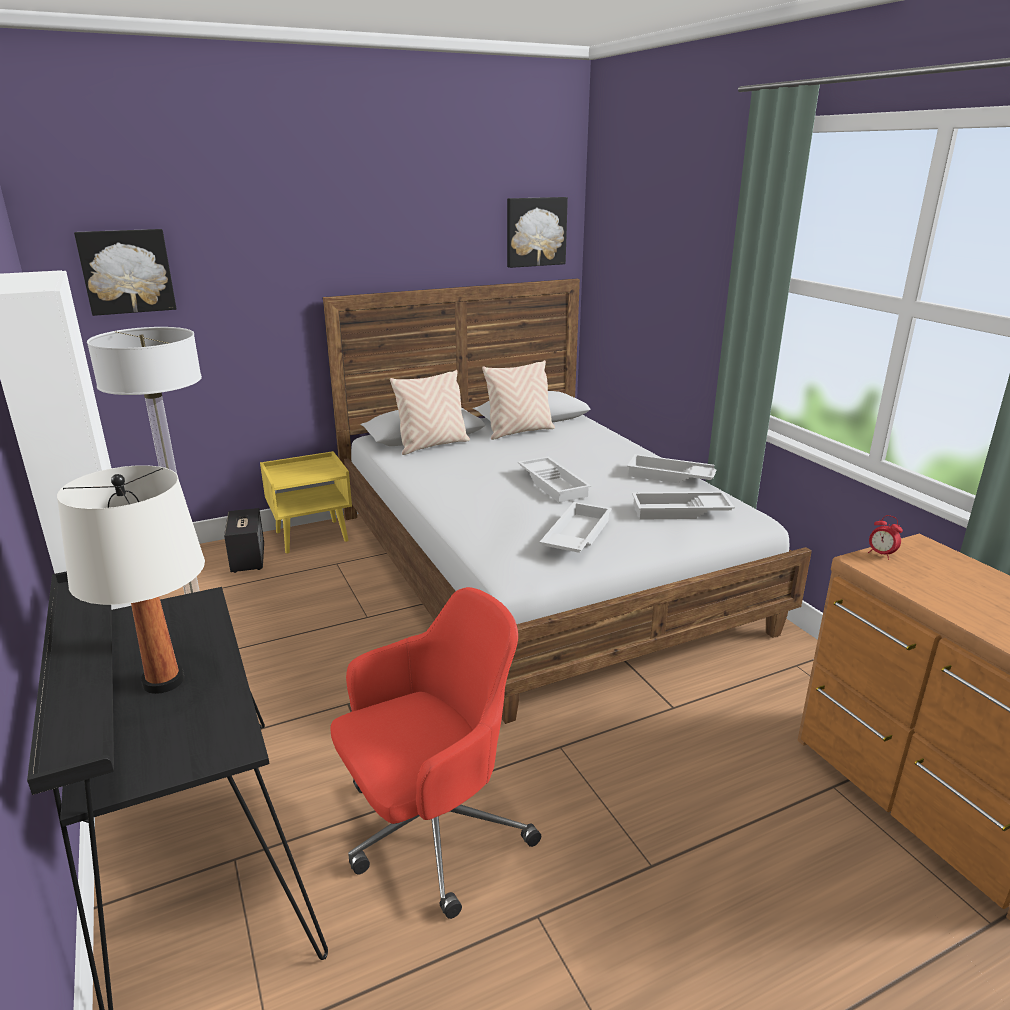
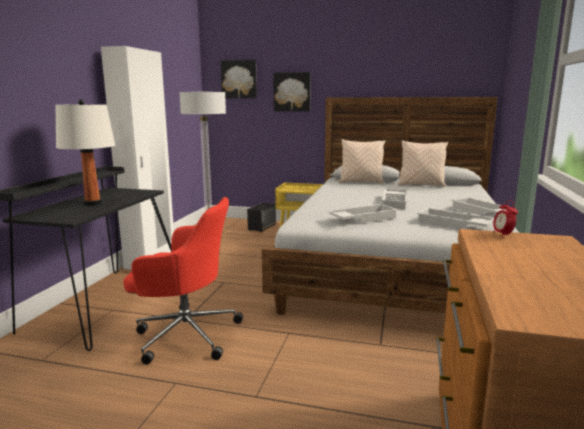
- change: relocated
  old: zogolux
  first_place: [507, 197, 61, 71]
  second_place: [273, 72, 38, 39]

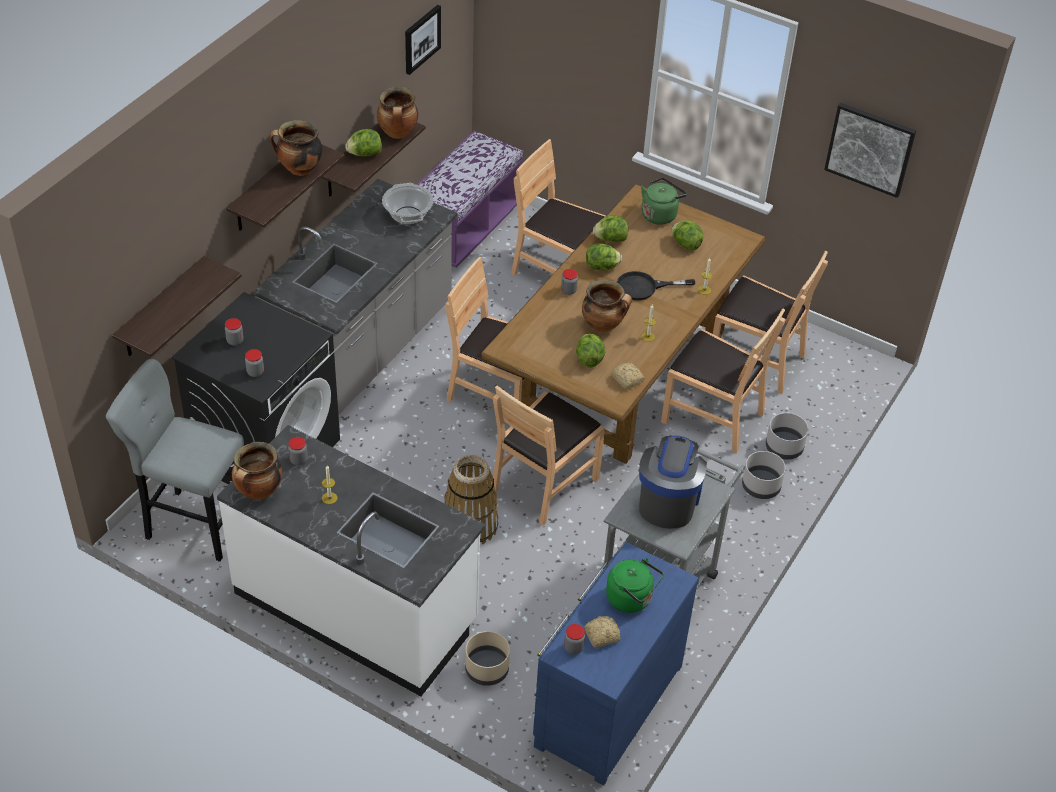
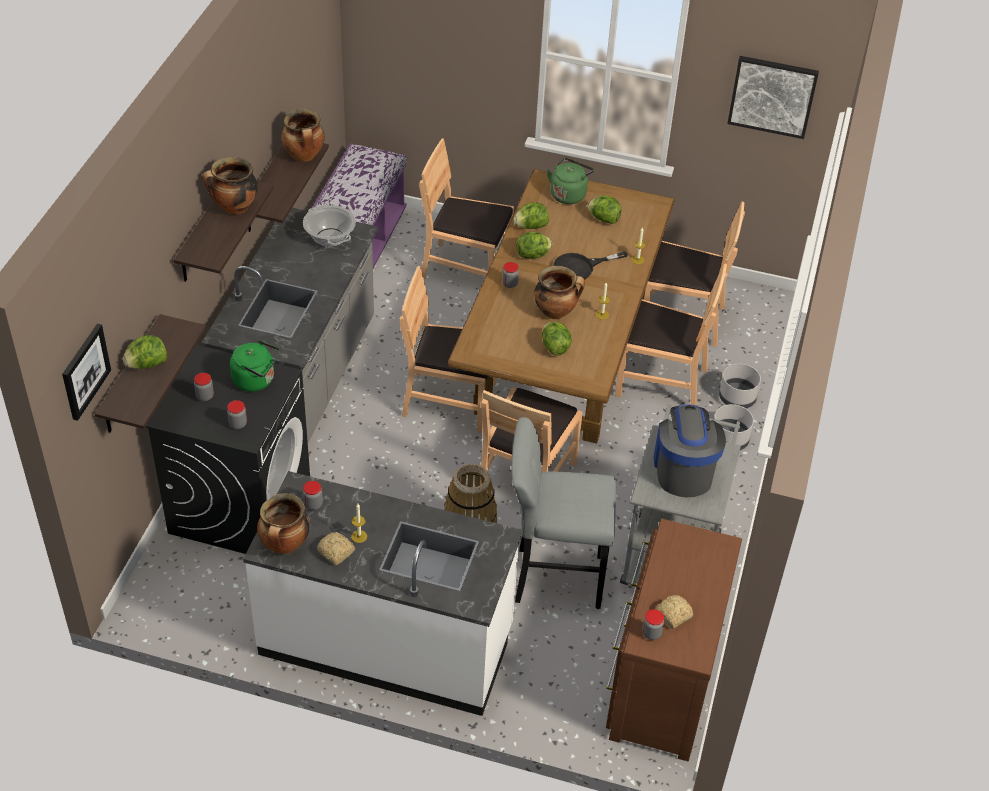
- change: relocated
  old: zogolux
  first_place: [405, 5, 36, 70]
  second_place: [62, 324, 49, 97]
- change: relocated
  old: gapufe
  first_place: [345, 129, 37, 27]
  second_place: [123, 335, 44, 34]
- change: relocated
  old: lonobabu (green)
  first_place: [606, 558, 58, 55]
  second_place: [230, 340, 50, 52]
- change: relocated
  old: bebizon
  first_place: [612, 363, 33, 26]
  second_place: [317, 532, 38, 33]
- change: relocated
  old: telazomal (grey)
  first_place: [106, 359, 138, 203]
  second_place: [511, 417, 105, 192]
- change: colour
  old: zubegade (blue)
  new: zubegade (brown)
  first_place: [533, 542, 166, 243]
  second_place: [606, 519, 136, 242]
- change: missing
  old: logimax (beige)
  first_place: [465, 631, 45, 55]

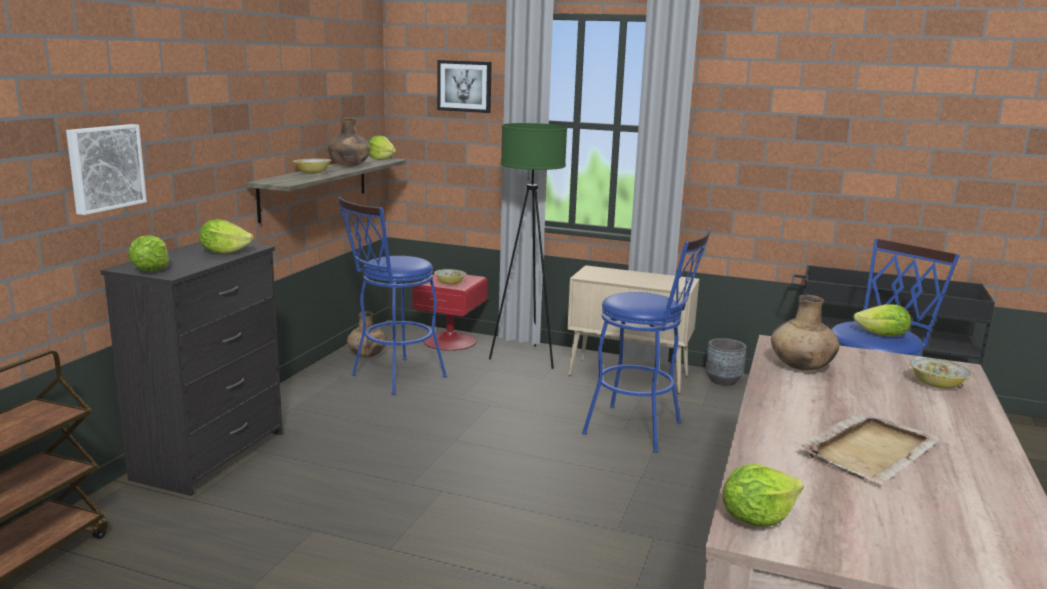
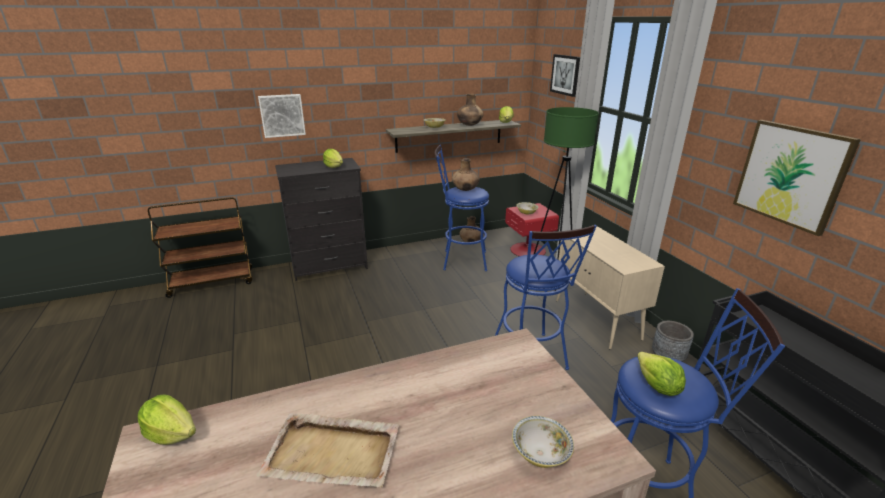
- change: relocated
  old: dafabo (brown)
  first_place: [771, 295, 68, 76]
  second_place: [452, 158, 28, 33]
- change: appeared
  new: zogolux
  second_place: [733, 120, 128, 116]
- change: missing
  old: gapufe
  first_place: [128, 235, 41, 36]

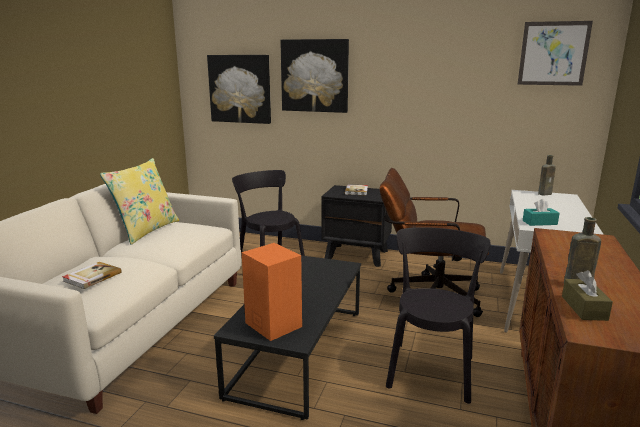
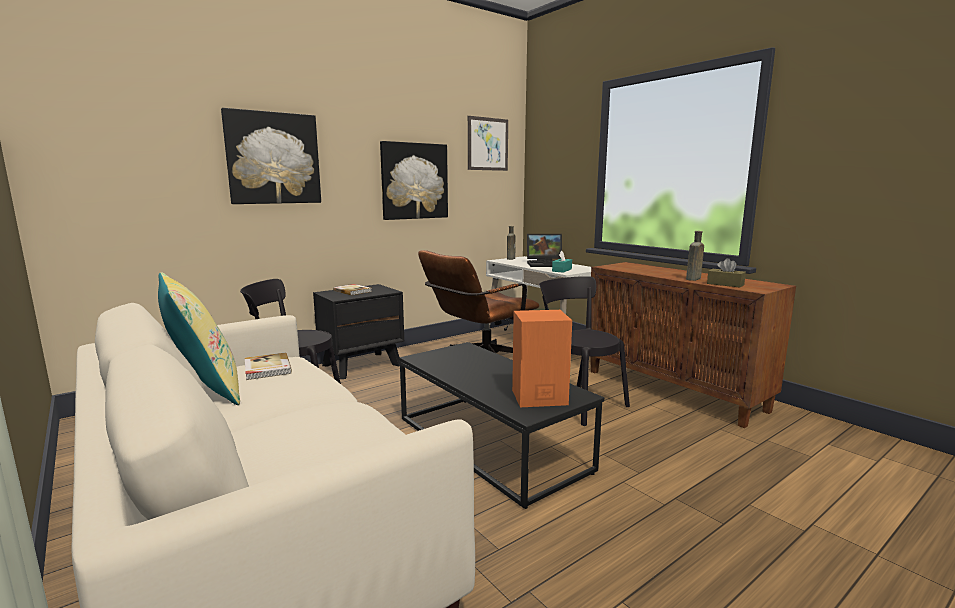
- change: relocated
  old: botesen
  first_place: [62, 262, 60, 27]
  second_place: [245, 352, 47, 28]
- change: relocated
  old: zogolux
  first_place: [207, 55, 64, 69]
  second_place: [380, 141, 68, 79]
- change: appeared
  new: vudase
  second_place: [527, 233, 35, 34]

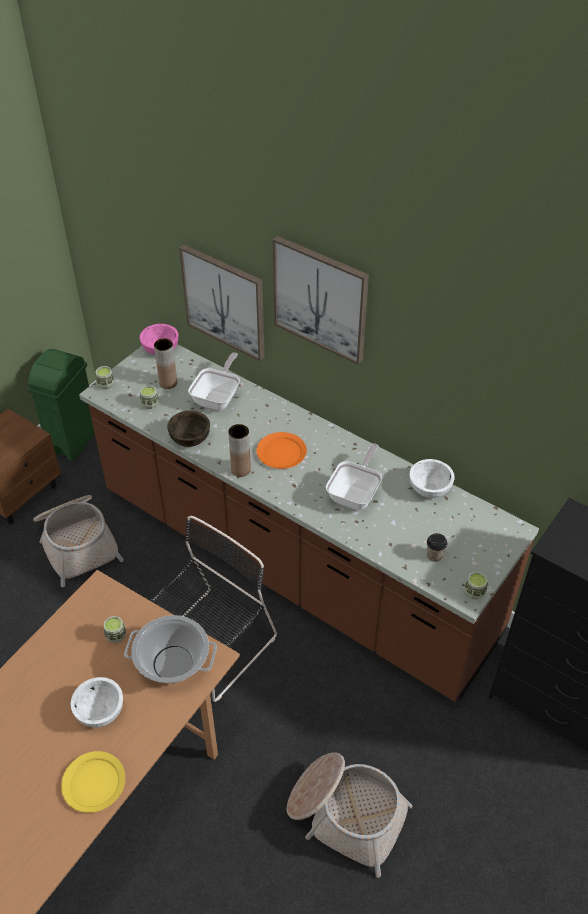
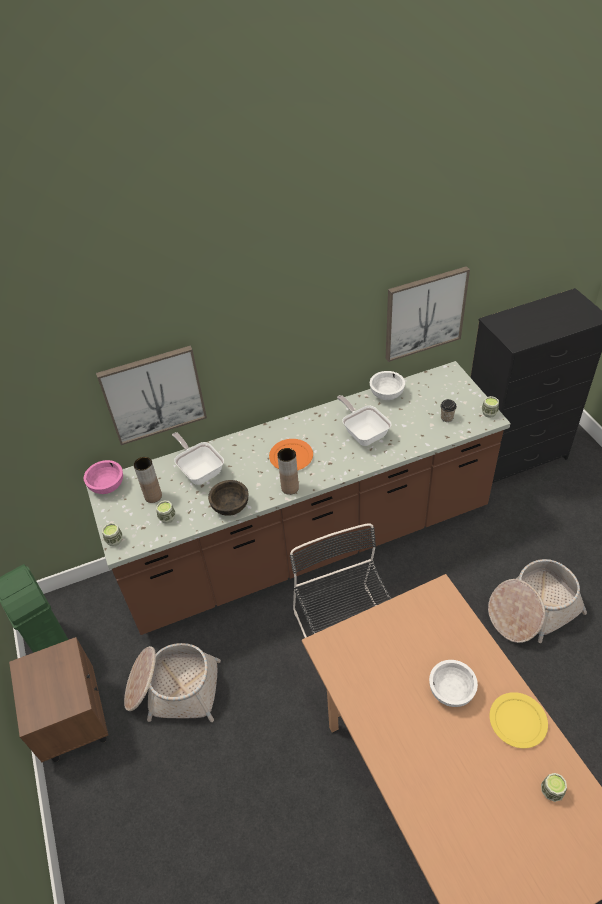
- change: relocated
  old: zogolux
  first_place: [273, 236, 96, 129]
  second_place: [386, 266, 84, 96]
- change: relocated
  old: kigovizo
  first_place: [104, 616, 22, 27]
  second_place: [541, 773, 26, 29]
- change: missing
  old: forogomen
  first_place: [124, 615, 93, 68]

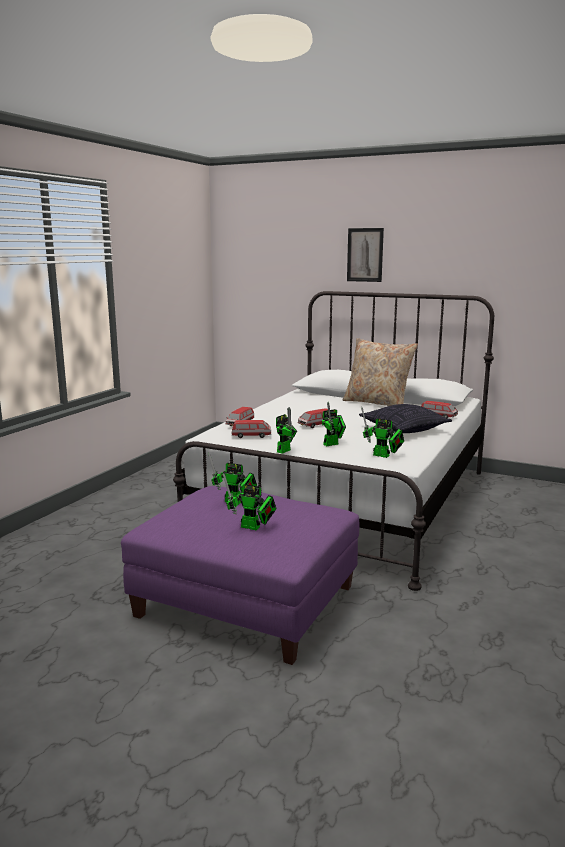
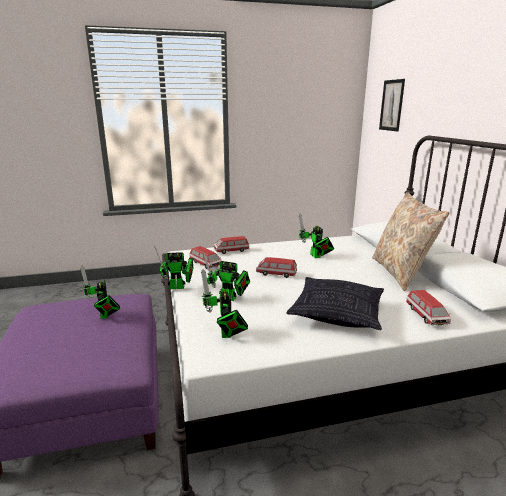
- change: relocated
  old: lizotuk
  first_place: [223, 473, 54, 57]
  second_place: [299, 214, 35, 44]
- change: relocated
  old: zogolux
  first_place: [347, 228, 37, 54]
  second_place: [379, 79, 26, 52]

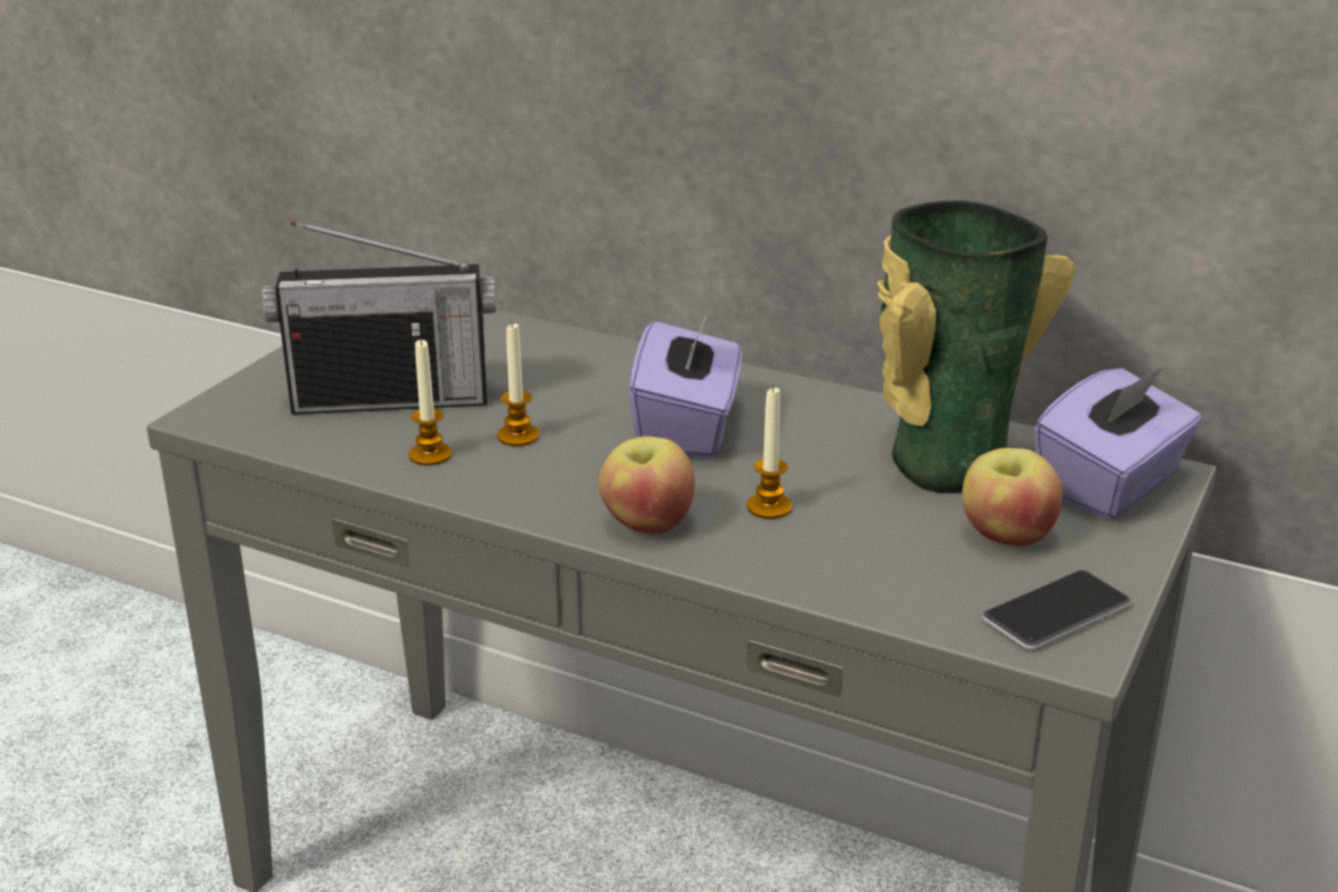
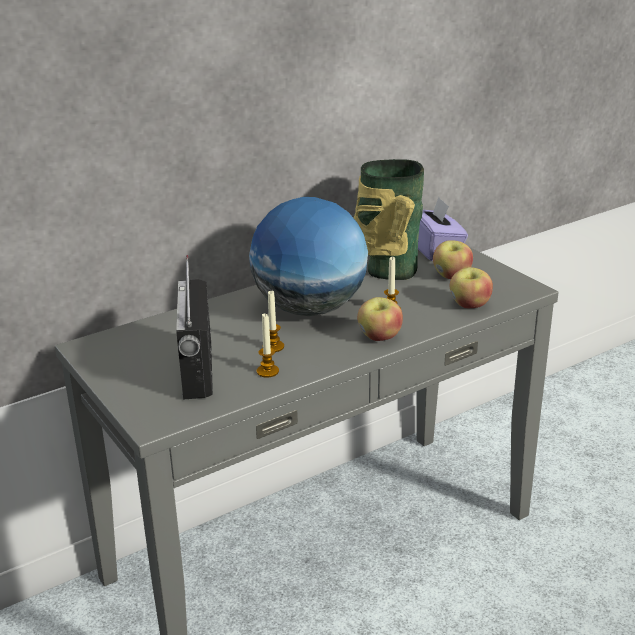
- change: spun
  old: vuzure
  first_place: [262, 221, 234, 193]
  second_place: [176, 255, 37, 145]
  degrees: 150
- change: exchanged
  old: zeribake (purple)
  new: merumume
  first_place: [629, 308, 113, 150]
  second_place: [249, 197, 119, 119]
- change: appeared
  new: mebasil
  second_place: [450, 267, 43, 41]
- change: missing
  old: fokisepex
  first_place: [983, 570, 148, 80]

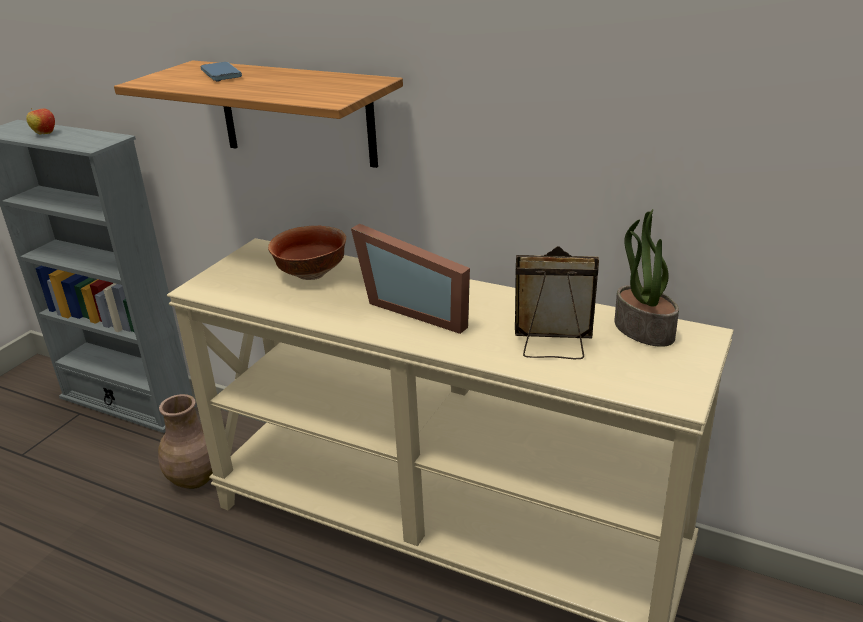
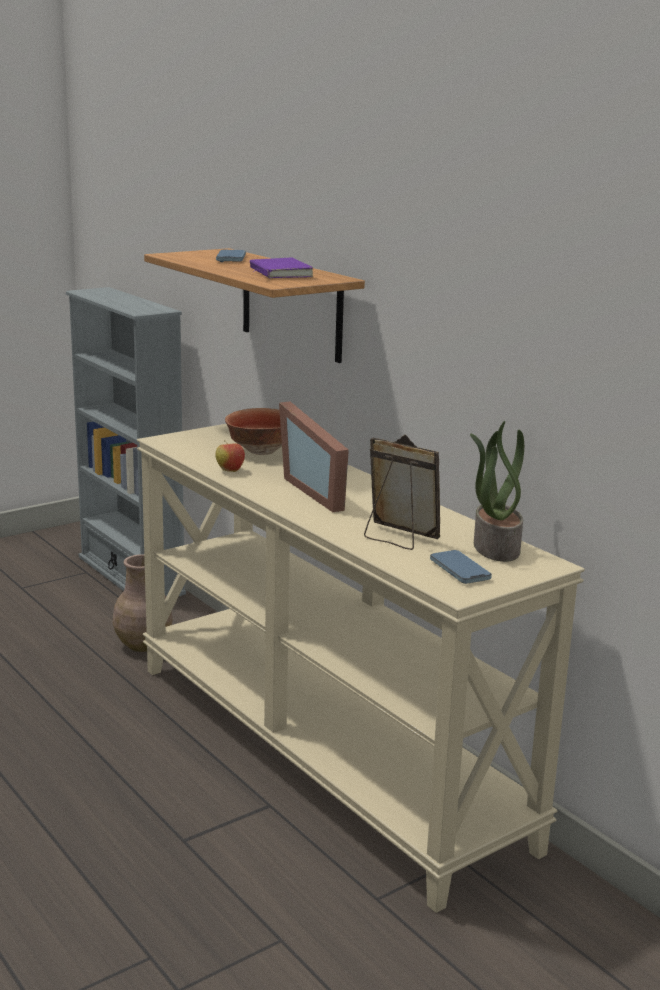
- change: relocated
  old: mebasil
  first_place: [26, 108, 29, 27]
  second_place: [215, 440, 30, 32]
- change: appeared
  new: botesen (purple)
  second_place: [250, 258, 63, 20]
- change: appeared
  new: fokisepex
  second_place: [430, 550, 62, 34]

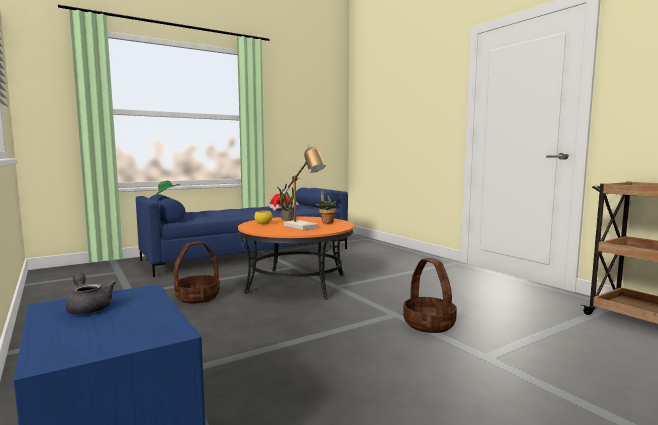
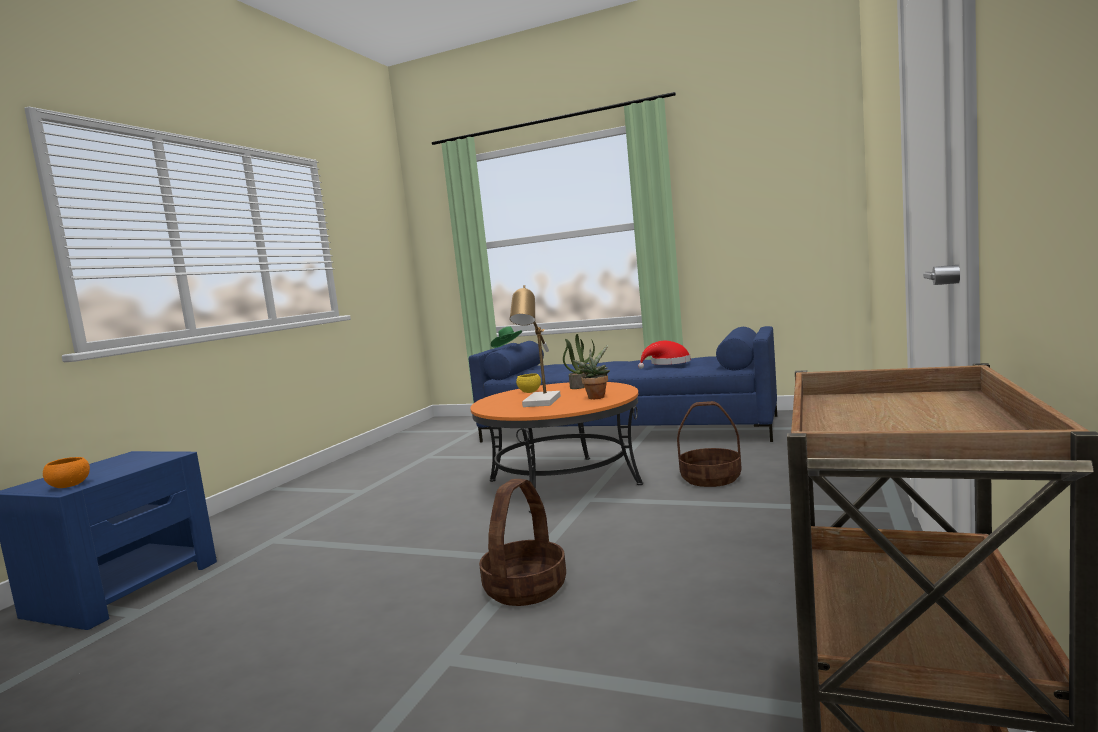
- change: appeared
  new: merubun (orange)
  second_place: [43, 457, 47, 31]
- change: relocated
  old: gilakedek
  first_place: [174, 242, 46, 62]
  second_place: [677, 401, 65, 86]
- change: missing
  old: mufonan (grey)
  first_place: [66, 273, 50, 41]

